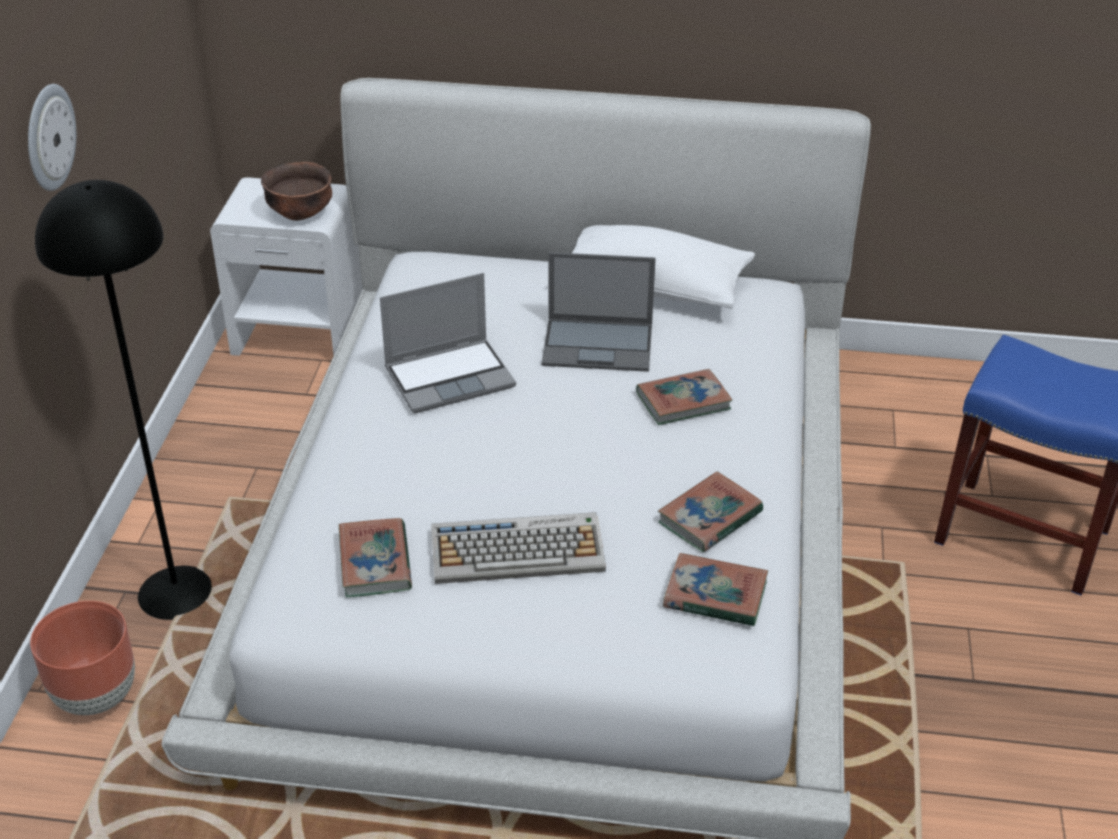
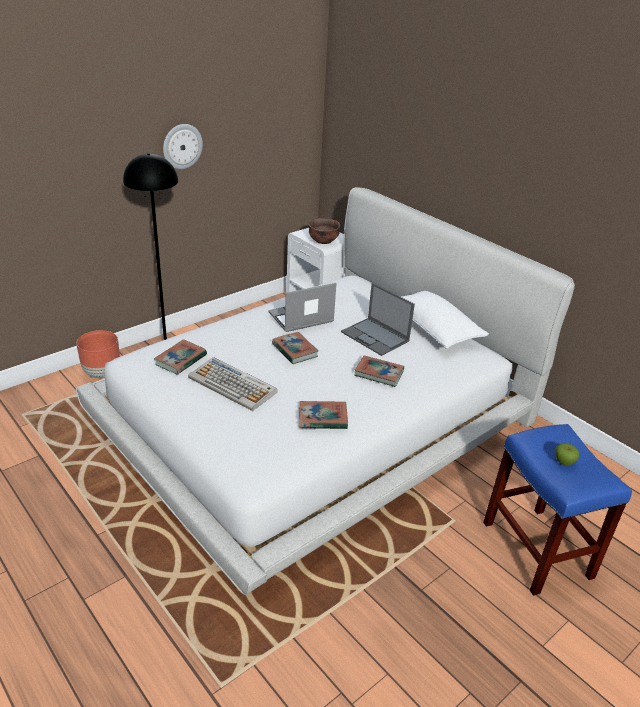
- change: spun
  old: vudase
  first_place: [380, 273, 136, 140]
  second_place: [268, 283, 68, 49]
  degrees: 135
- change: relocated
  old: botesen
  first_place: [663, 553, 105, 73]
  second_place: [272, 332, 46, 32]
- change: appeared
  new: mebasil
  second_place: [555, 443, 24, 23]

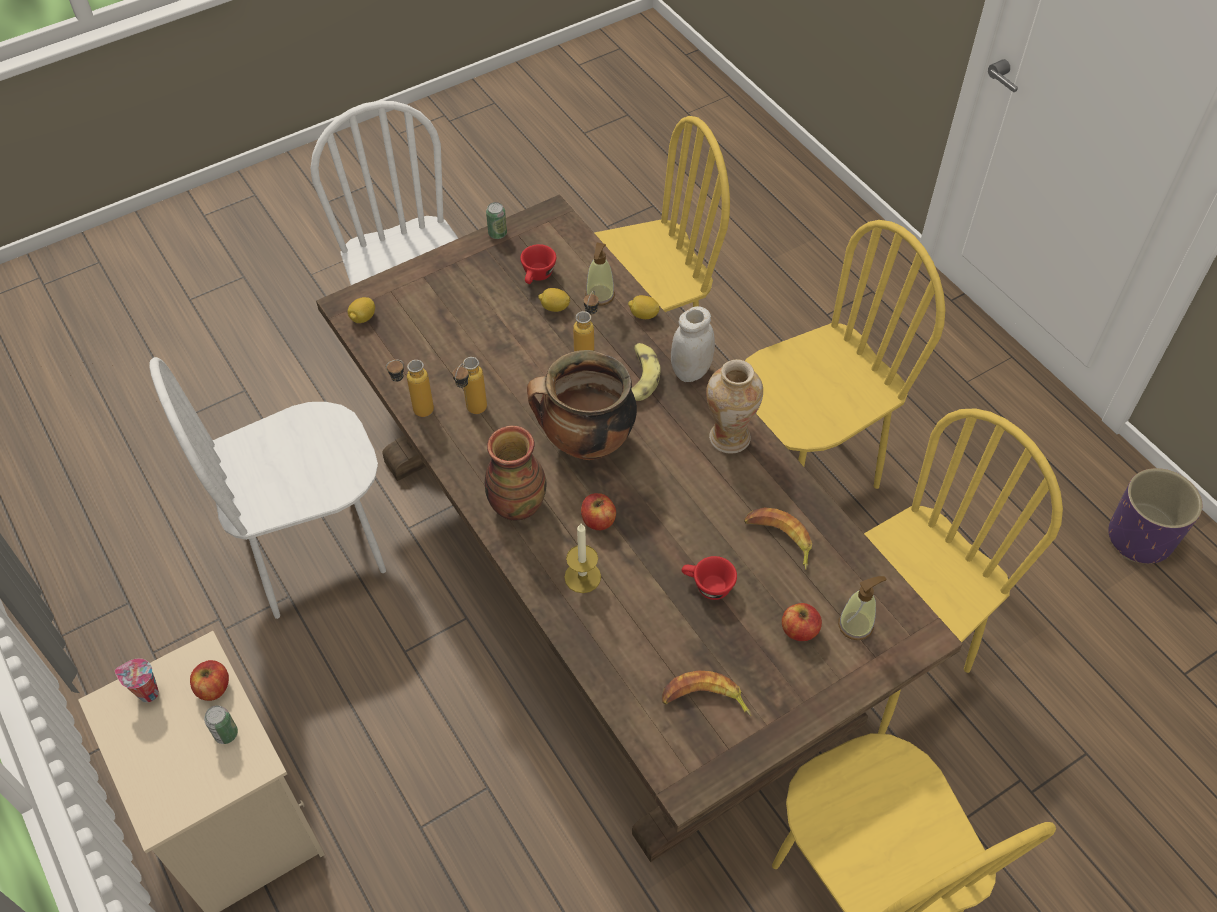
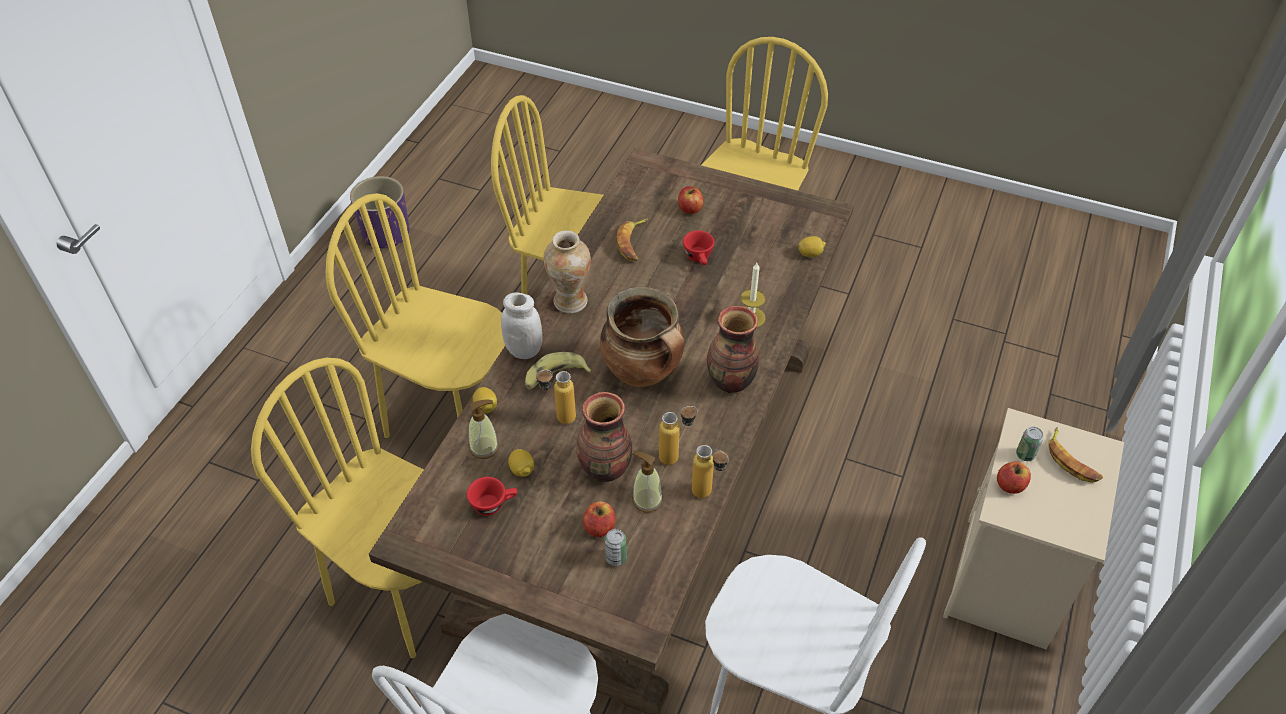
- change: appeared
  new: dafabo
  second_place: [576, 392, 56, 90]
- change: relocated
  old: mebasil
  first_place: [581, 493, 35, 37]
  second_place: [583, 501, 32, 36]
- change: relocated
  old: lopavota
  first_place: [486, 202, 21, 37]
  second_place: [605, 529, 22, 37]
- change: relocated
  old: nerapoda
  first_place: [838, 576, 49, 64]
  second_place: [632, 451, 31, 62]
- change: relocated
  old: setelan
  first_place: [348, 297, 27, 26]
  second_place: [798, 236, 28, 21]
- change: relocated
  old: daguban
  first_place: [662, 671, 89, 45]
  second_place: [1048, 427, 55, 56]
- change: missing
  old: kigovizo
  first_place: [115, 658, 44, 45]

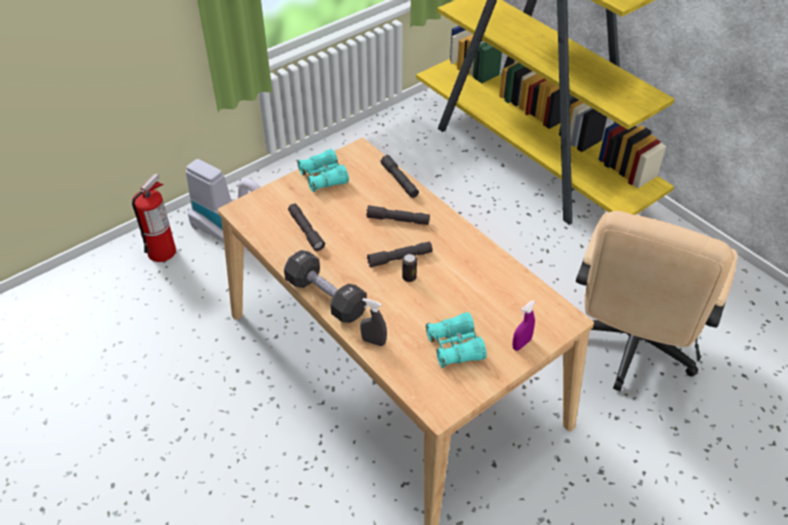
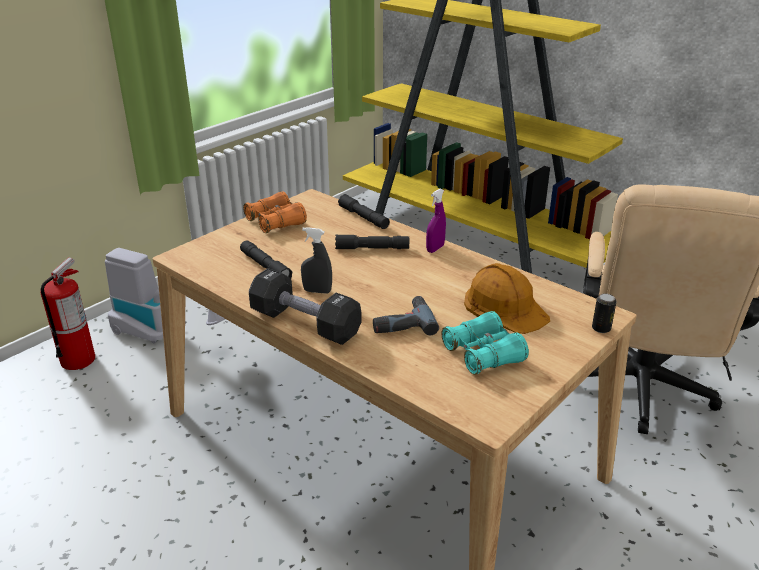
- change: colour
  old: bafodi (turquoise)
  new: bafodi (orange)
  first_place: [297, 149, 52, 43]
  second_place: [243, 191, 64, 42]
- change: relocated
  old: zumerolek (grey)
  first_place: [360, 298, 27, 48]
  second_place: [301, 227, 31, 67]
- change: appeared
  new: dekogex
  second_place: [373, 296, 66, 40]
- change: relocated
  old: zumerolek (purple)
  first_place: [512, 300, 23, 51]
  second_place: [426, 189, 20, 64]
- change: appeared
  new: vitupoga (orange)
  second_place: [464, 263, 86, 71]
- change: relocated
  old: lopavota
  first_place: [402, 254, 15, 28]
  second_place: [592, 293, 25, 40]
- change: missing
  old: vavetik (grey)
  first_place: [367, 241, 66, 27]

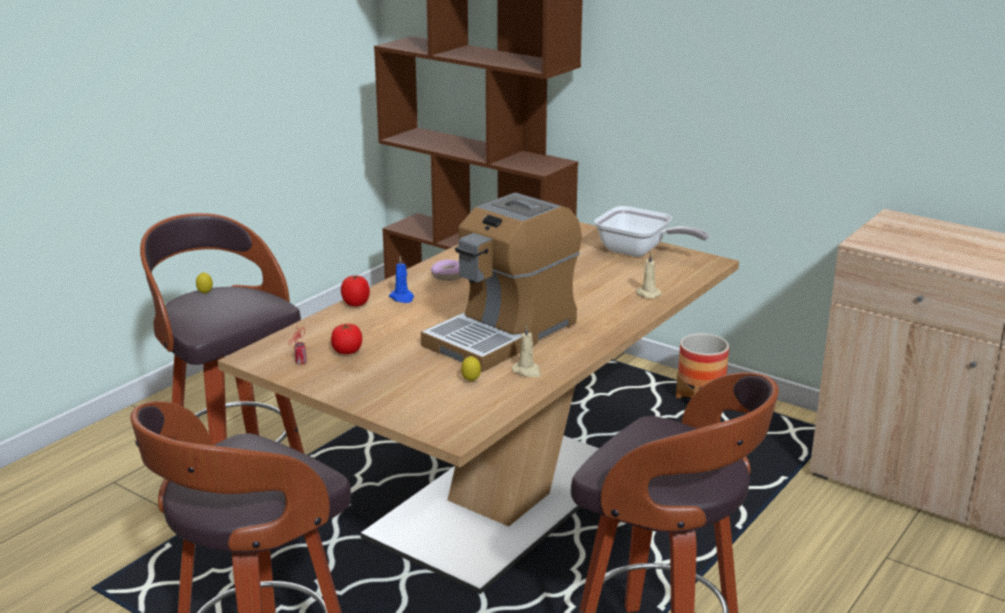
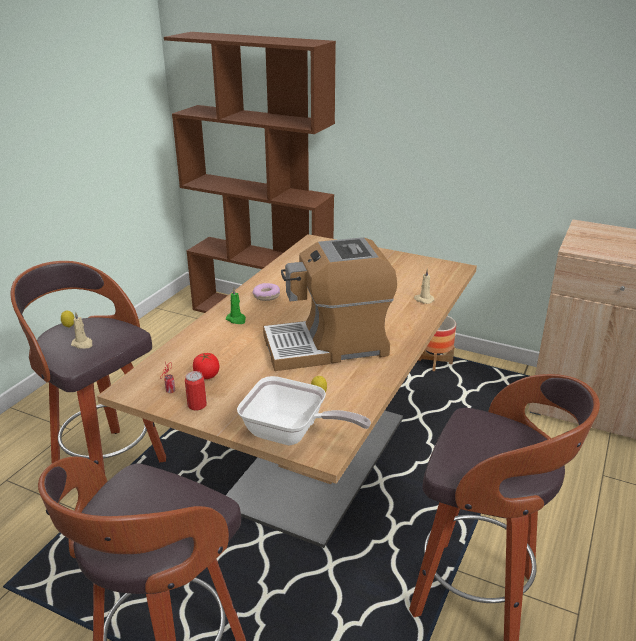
- change: relocated
  old: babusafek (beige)
  first_place: [512, 325, 29, 52]
  second_place: [71, 312, 21, 37]
- change: appeared
  new: lopavota
  second_place: [185, 371, 22, 40]
- change: colour
  old: babusafek (blue)
  new: babusafek (green)
  first_place: [389, 256, 25, 47]
  second_place: [226, 287, 20, 37]
- change: relocated
  old: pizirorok
  first_place: [594, 206, 115, 51]
  second_place: [237, 376, 134, 69]
- change: spun
  old: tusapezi
  first_place: [421, 193, 161, 179]
  second_place: [263, 237, 134, 134]
  degrees: 45
- change: missing
  old: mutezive
  first_place: [341, 276, 29, 31]

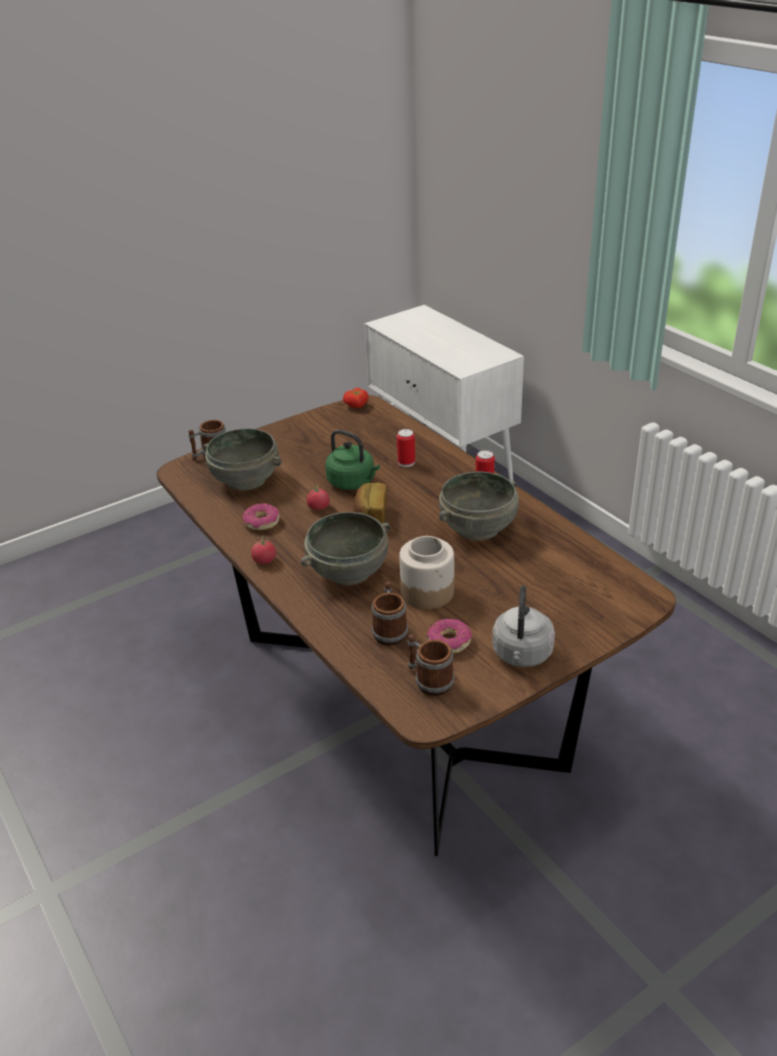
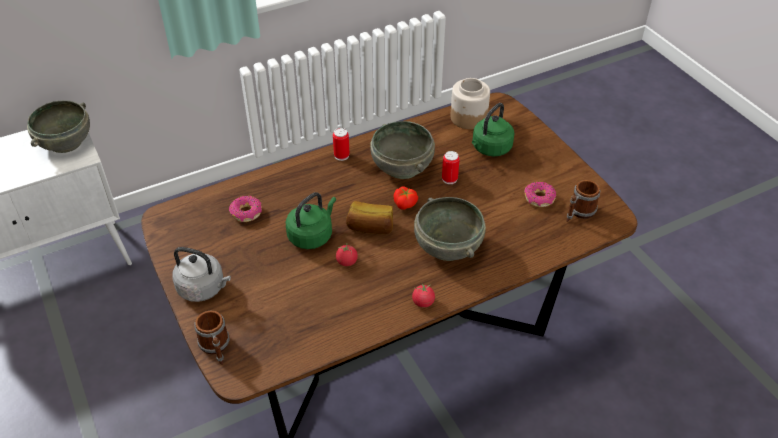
- change: relocated
  old: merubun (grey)
  first_place: [203, 428, 79, 62]
  second_place: [27, 100, 63, 53]
- change: relocated
  old: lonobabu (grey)
  first_place: [492, 586, 63, 81]
  second_place: [172, 247, 59, 55]
- change: relocated
  old: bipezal
  first_place: [242, 503, 37, 27]
  second_place: [229, 196, 33, 26]
- change: relocated
  old: mutezive
  first_place: [343, 388, 26, 20]
  second_place: [394, 187, 24, 23]
- change: relocated
  old: lopavota
  first_place: [397, 429, 18, 38]
  second_place: [442, 151, 18, 33]
- change: relocated
  old: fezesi
  first_place: [399, 536, 55, 73]
  second_place: [450, 78, 40, 51]
- change: appeared
  new: lonobabu (green)
  second_place: [472, 103, 43, 53]
- change: missing
  old: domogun
  first_place: [371, 582, 37, 64]

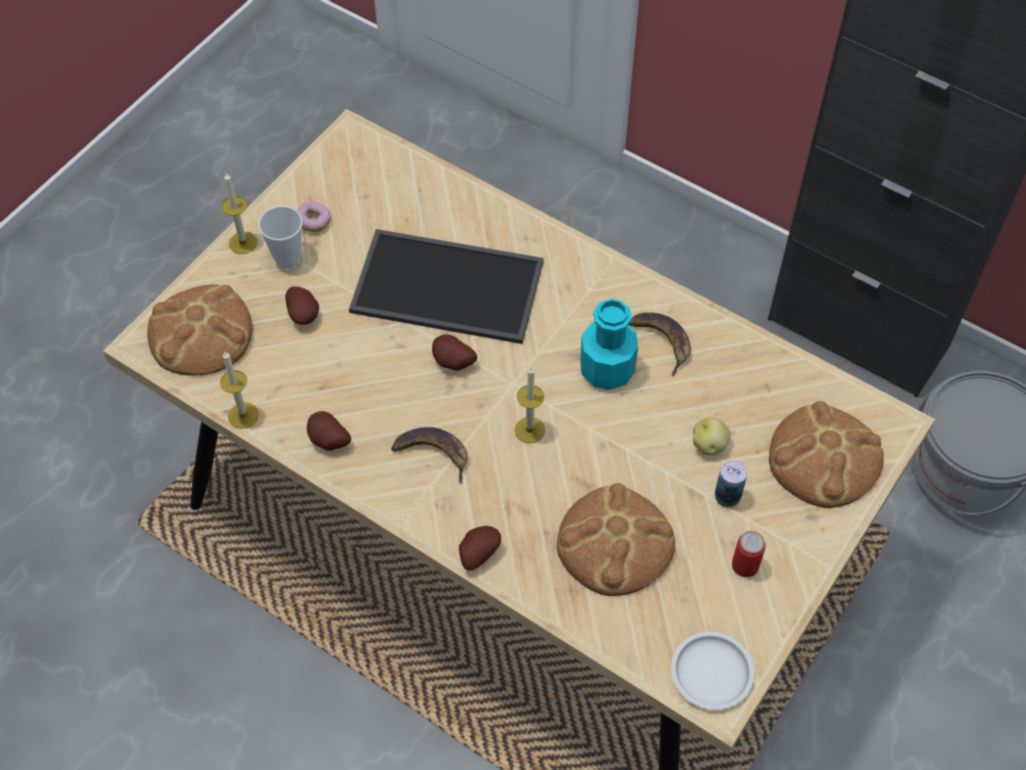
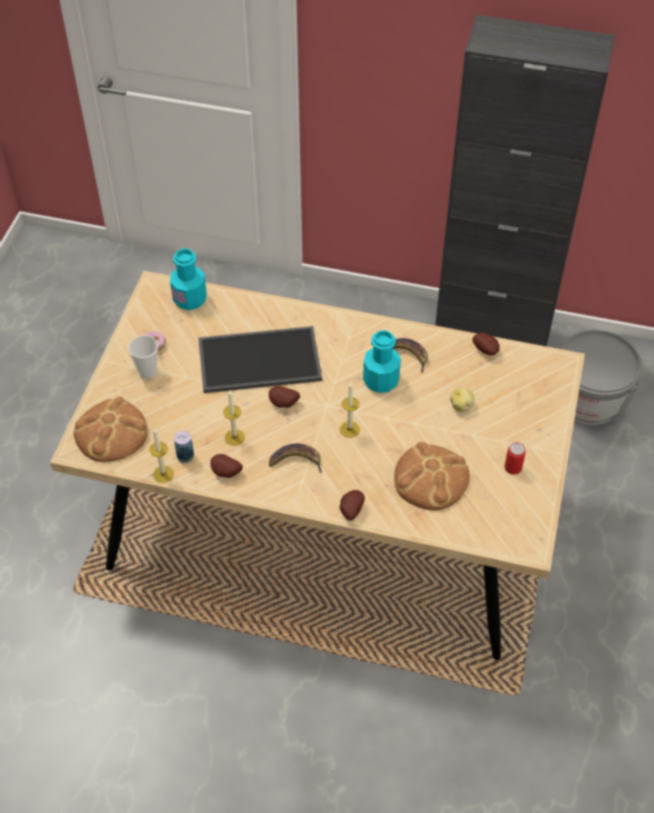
- change: appeared
  new: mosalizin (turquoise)
  second_place: [170, 248, 37, 62]
- change: relocated
  old: lopavota
  first_place: [715, 460, 32, 48]
  second_place: [174, 431, 20, 33]
- change: relocated
  old: babusafek
  first_place: [222, 173, 35, 81]
  second_place: [223, 390, 22, 56]
- change: relocated
  old: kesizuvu
  first_place: [285, 287, 34, 38]
  second_place: [473, 333, 27, 22]
- change: missing
  old: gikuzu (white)
  first_place: [671, 632, 83, 78]
- change: missing
  old: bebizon
  first_place: [769, 401, 115, 107]

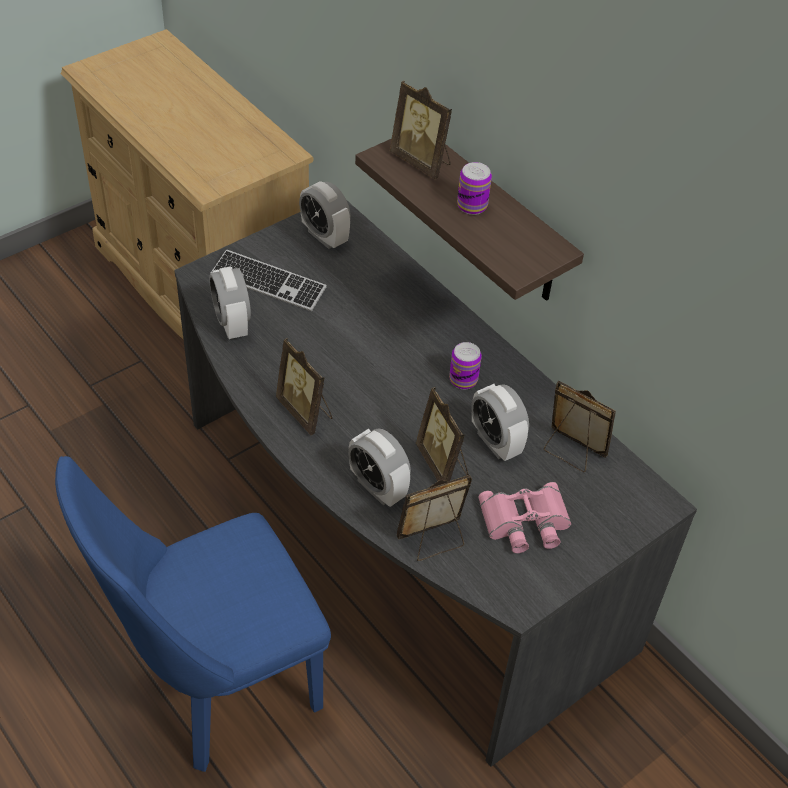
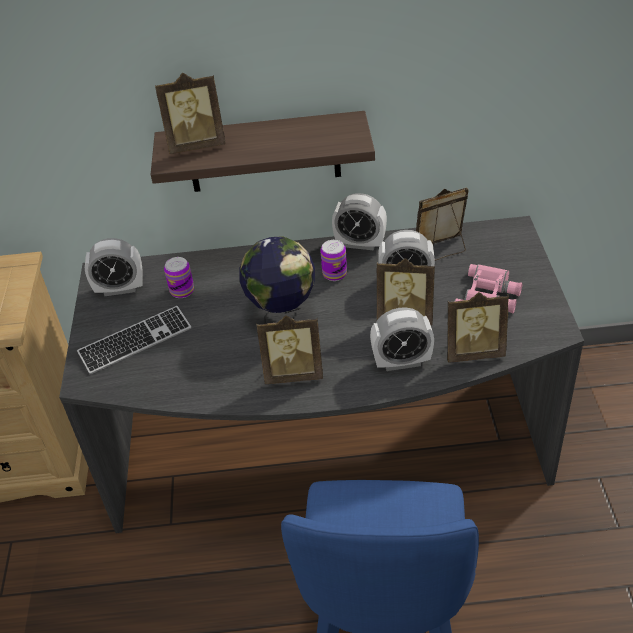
- change: relocated
  old: lopavota
  first_place: [457, 162, 35, 53]
  second_place: [164, 257, 30, 41]
- change: appeared
  new: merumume
  second_place: [239, 237, 76, 87]
- change: relocated
  old: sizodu
  first_place: [209, 267, 42, 72]
  second_place: [332, 193, 55, 58]
- change: spun
  old: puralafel
  first_place: [396, 475, 76, 86]
  second_place: [447, 292, 62, 71]
  degrees: -105

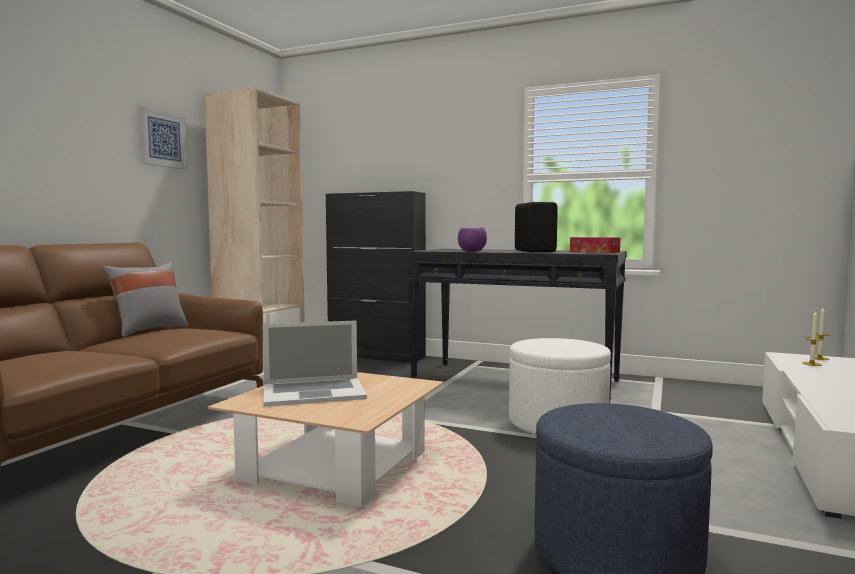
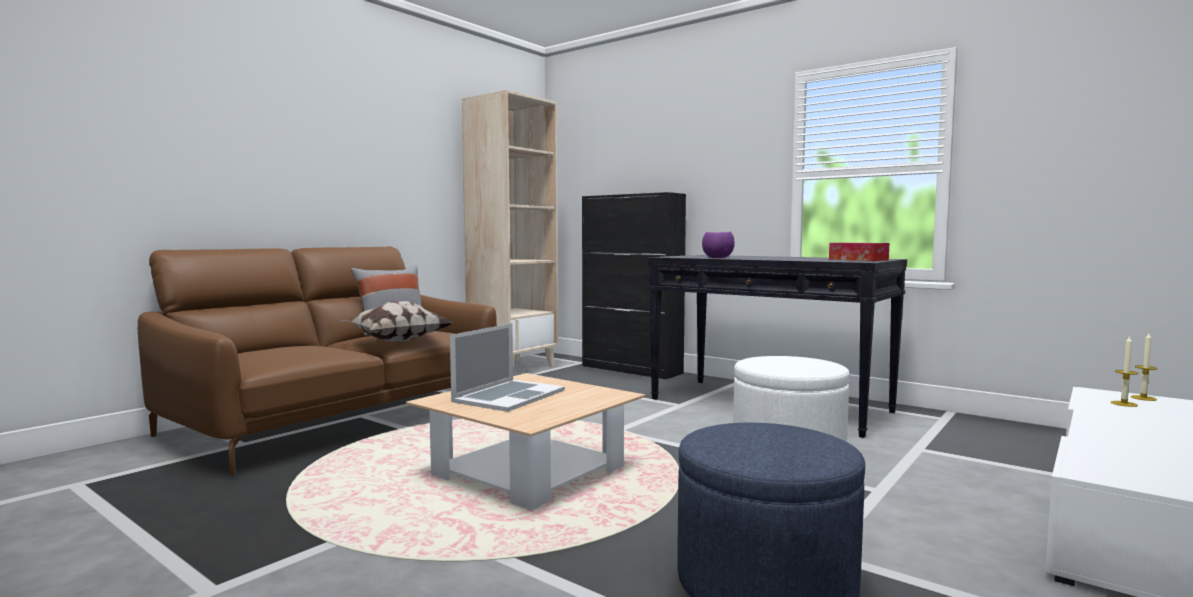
- change: appeared
  new: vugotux
  second_place: [341, 301, 112, 41]
- change: spun
  old: vudase
  first_place: [263, 320, 104, 87]
  second_place: [450, 323, 115, 89]
  degrees: -60
- change: missing
  old: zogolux
  first_place: [138, 106, 49, 63]
- change: missing
  old: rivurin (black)
  first_place: [515, 202, 43, 50]

